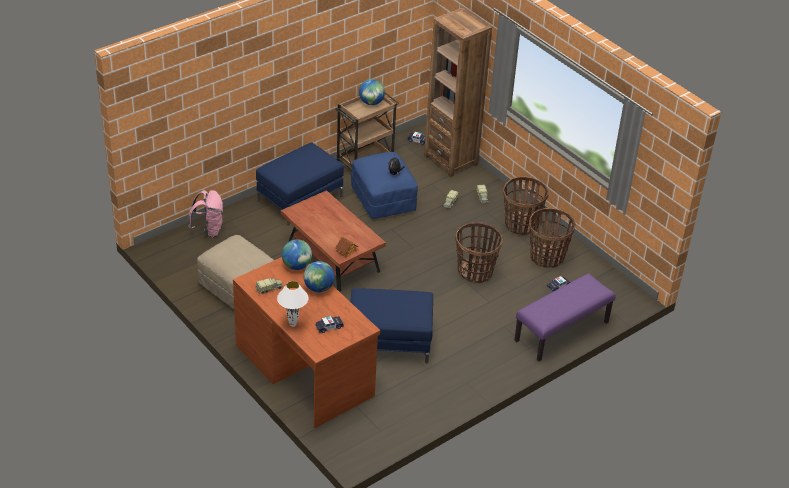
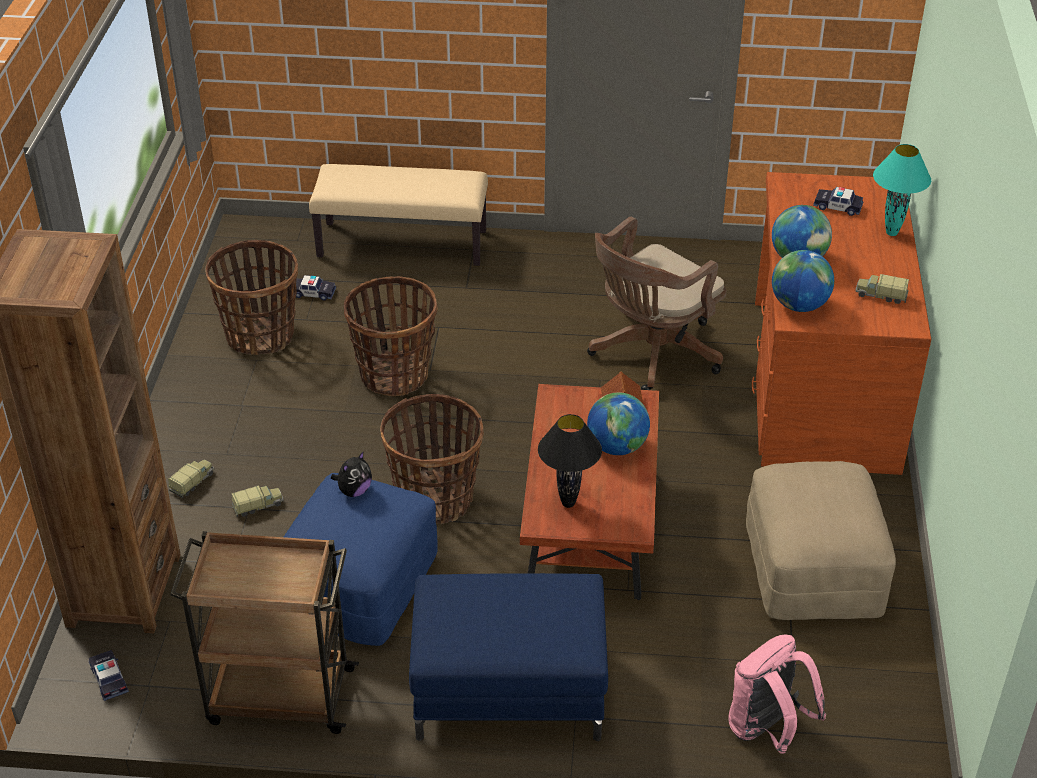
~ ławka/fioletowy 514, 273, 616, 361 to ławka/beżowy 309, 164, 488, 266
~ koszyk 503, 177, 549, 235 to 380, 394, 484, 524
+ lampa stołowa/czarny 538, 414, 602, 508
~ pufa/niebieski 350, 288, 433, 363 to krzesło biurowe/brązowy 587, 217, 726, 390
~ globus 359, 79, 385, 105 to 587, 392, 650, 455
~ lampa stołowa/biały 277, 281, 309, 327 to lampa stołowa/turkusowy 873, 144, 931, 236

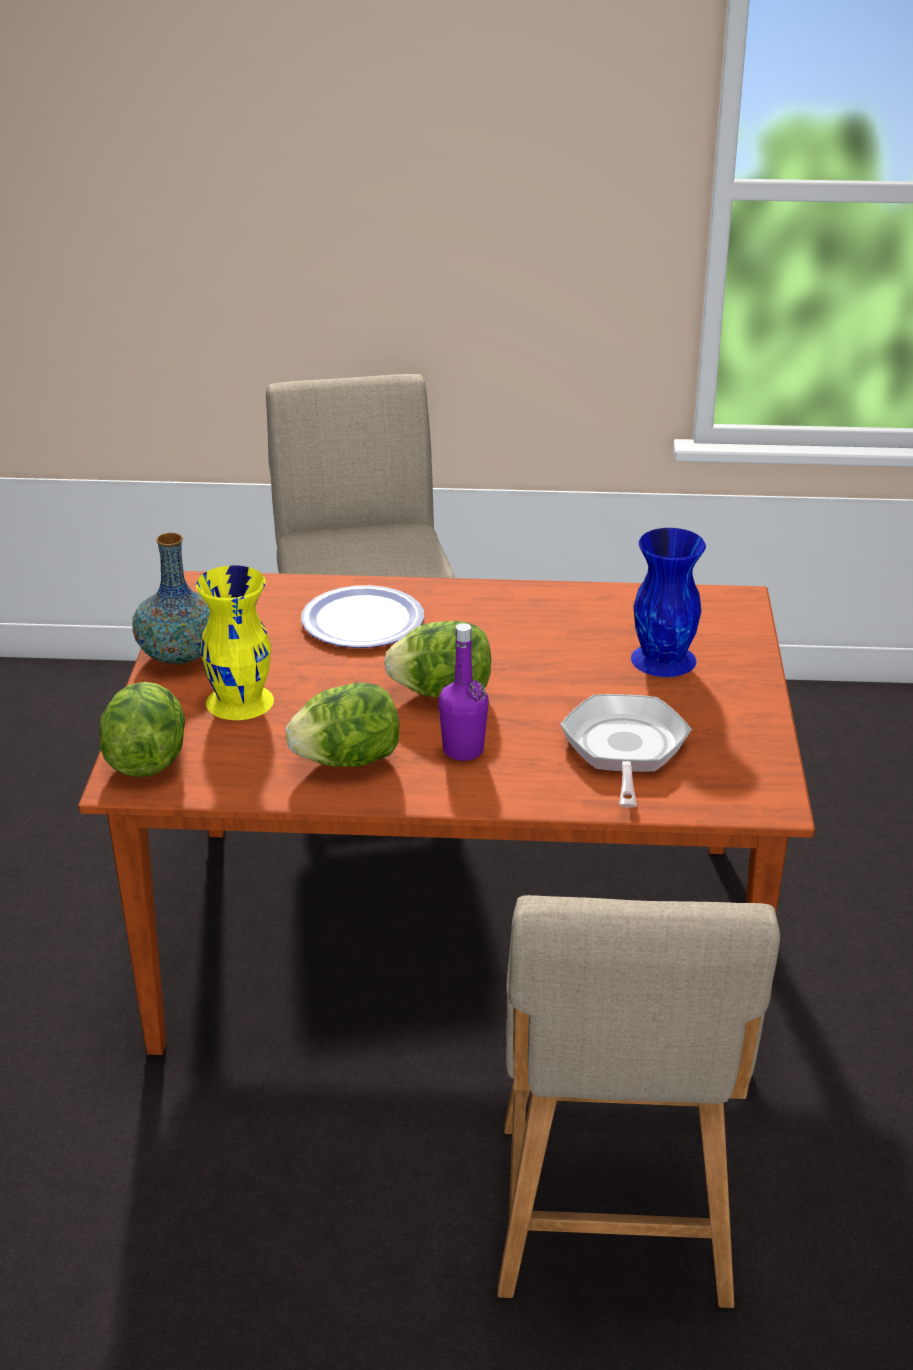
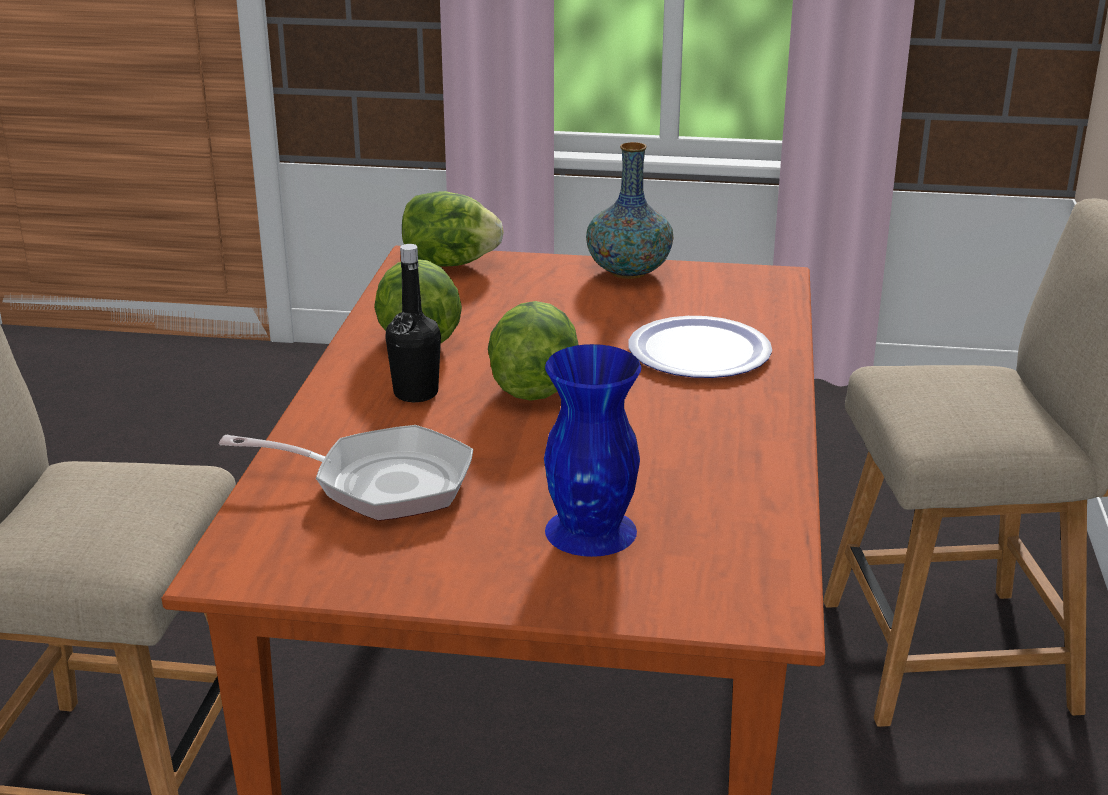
~ butelka/fioletowy 438, 623, 489, 761 to butelka/czarny 385, 244, 441, 402
- wazon/żółty 195, 565, 274, 720

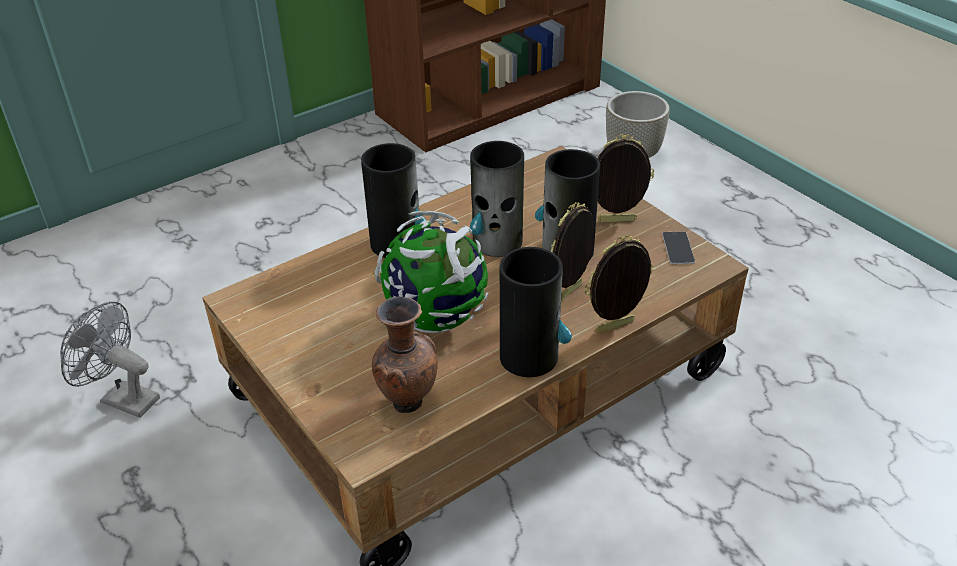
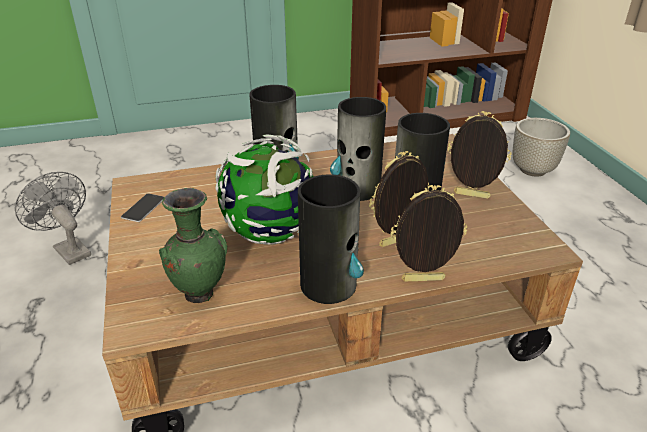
~ telefon 662, 231, 695, 264 to 121, 193, 164, 222
~ wazon/brązowy 372, 297, 438, 413 to wazon/zielony 159, 188, 227, 303

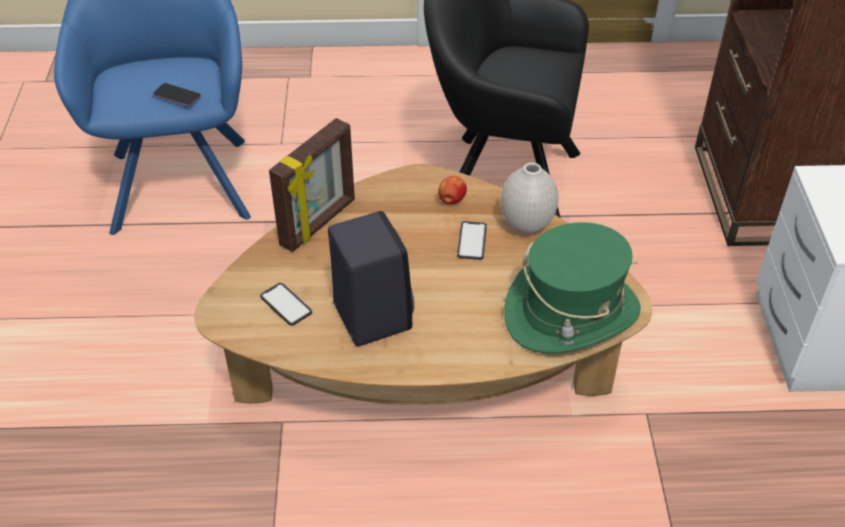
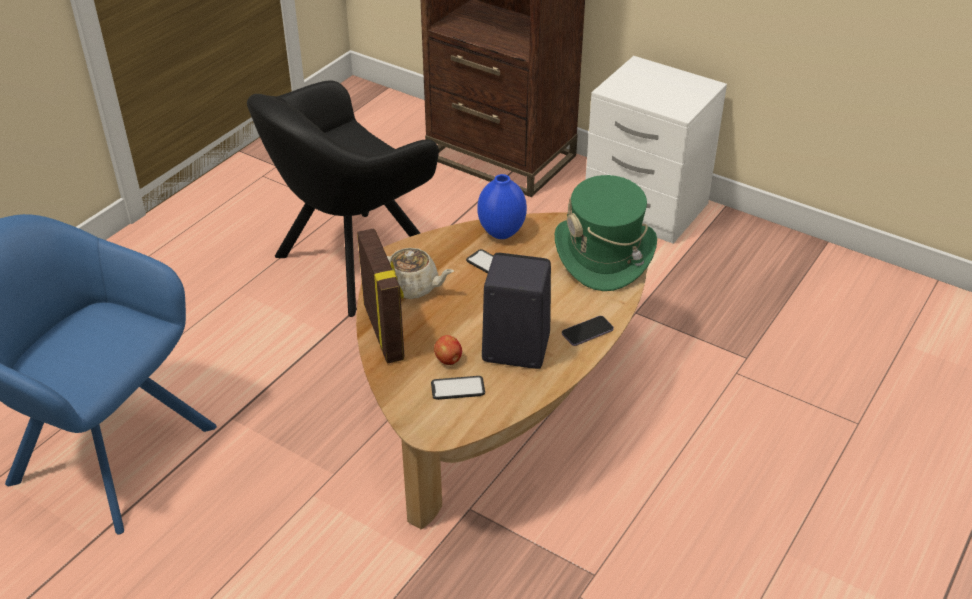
+ imbryk/beżowy 387, 248, 454, 299
~ jabłko 438, 176, 467, 204 to 434, 335, 462, 365
~ wazon/biały 501, 163, 558, 234 to wazon/niebieski 477, 174, 527, 239
~ telefon 153, 83, 201, 107 to 562, 316, 614, 346

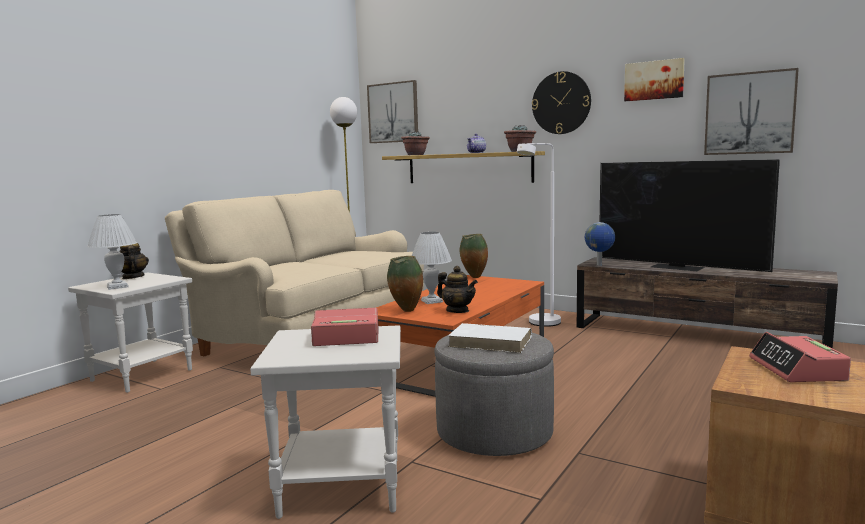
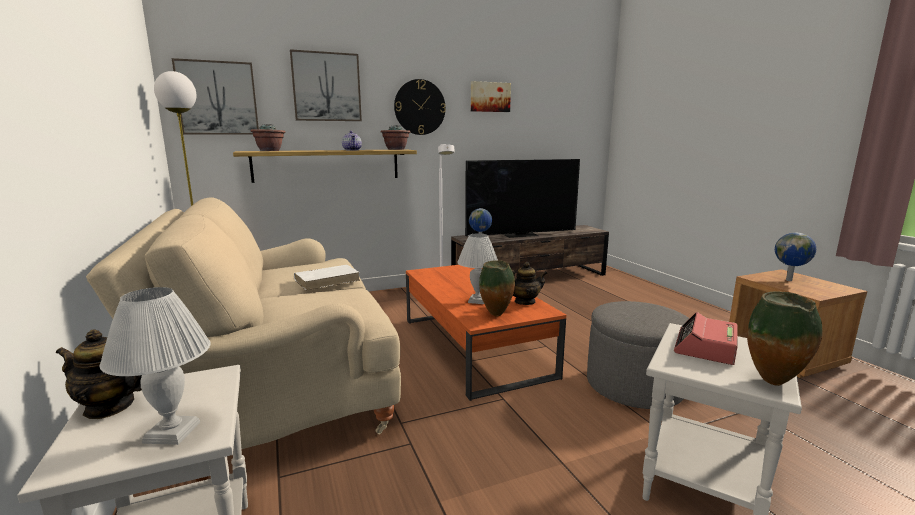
~ obraz 704, 68, 799, 155 to 290, 49, 362, 121
~ książka/biały 448, 323, 532, 353 to 294, 265, 360, 290
~ wazon 459, 234, 488, 278 to 747, 291, 822, 386
~ budzik 749, 332, 851, 382 to globus 775, 233, 816, 281

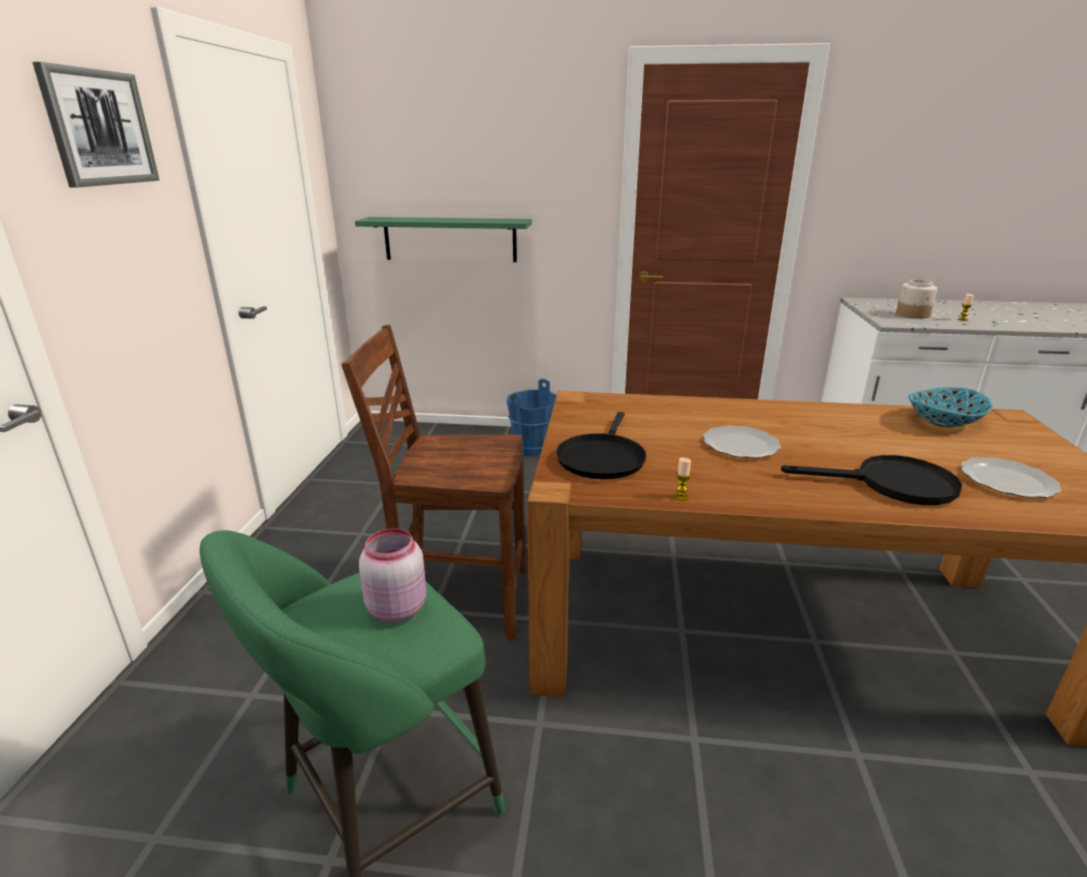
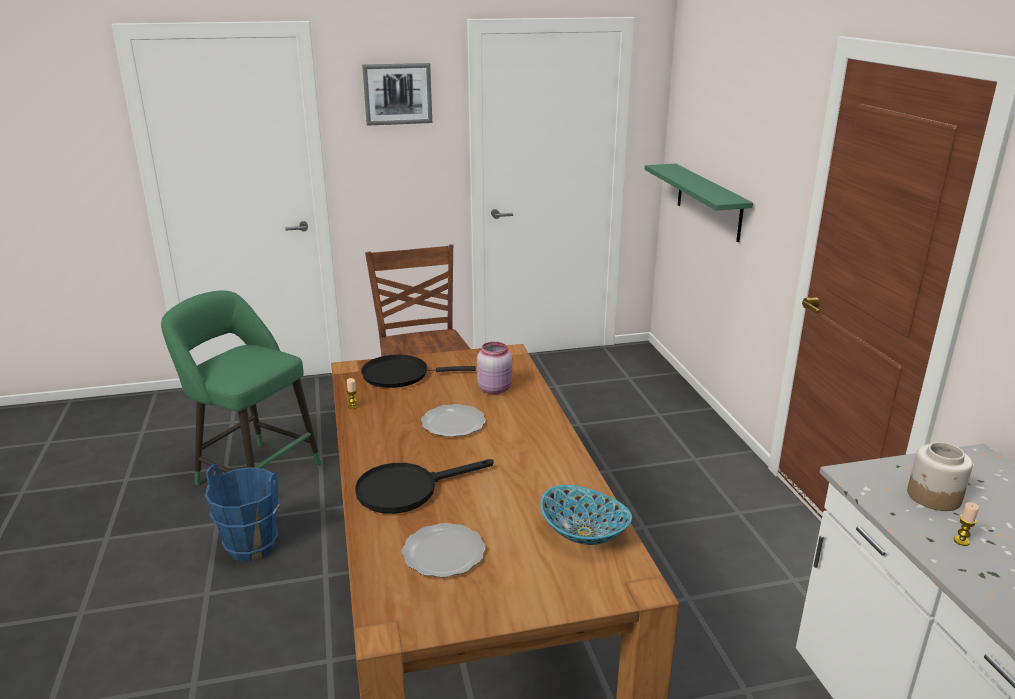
~ wiadro/niebieski 507, 379, 557, 456 to 205, 464, 280, 562
~ patelnia/czarny 781, 455, 962, 505 = 355, 459, 494, 514 75 degrees clockwise
~ słoik/różowy 359, 528, 427, 623 to 477, 342, 512, 394

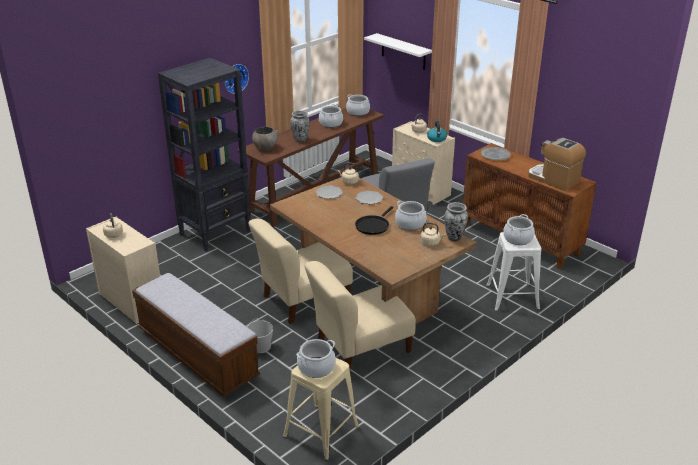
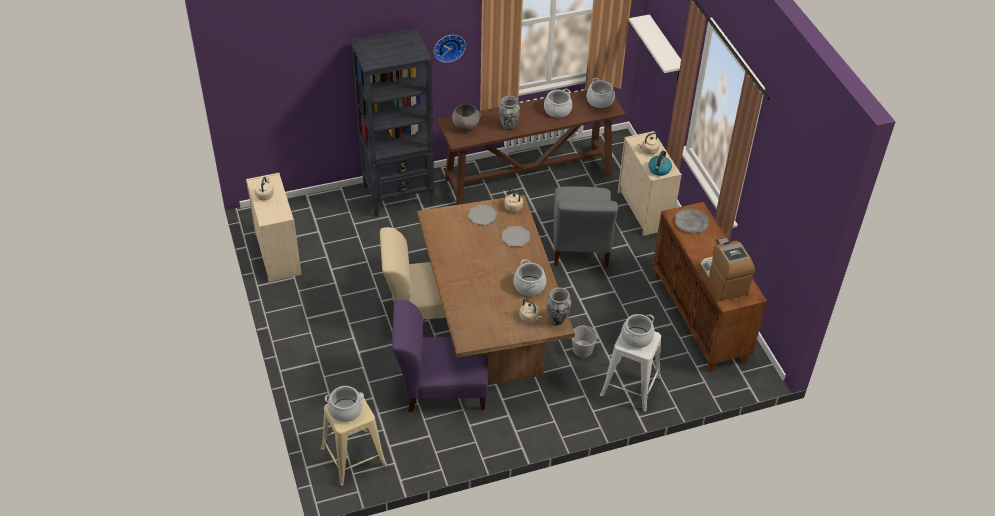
~ krzesło/beżowy 304, 261, 416, 370 to krzesło/fioletowy 392, 300, 488, 412
~ wiadro/biały 246, 318, 273, 353 to 572, 326, 598, 358
- ławka 132, 273, 260, 397
- patelnia/czarny 355, 206, 393, 235

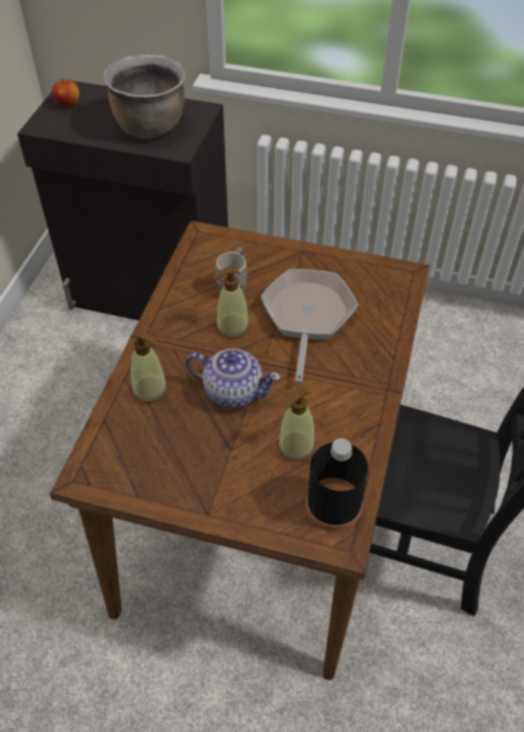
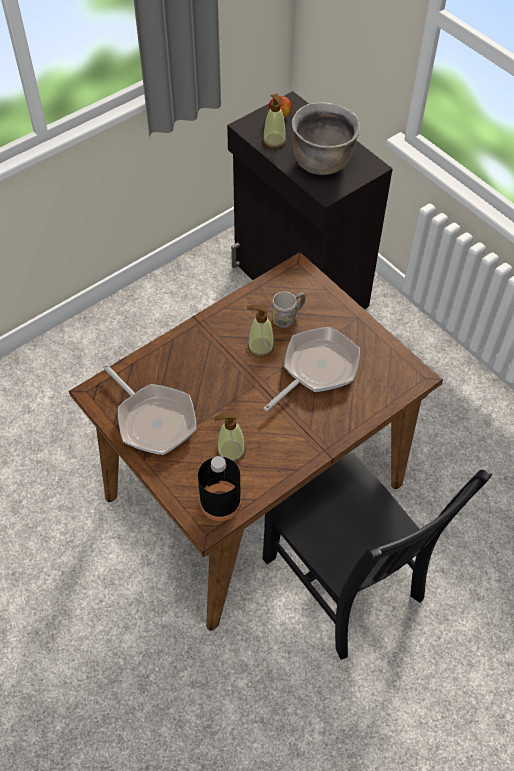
+ patelnia 103, 364, 196, 455
~ dozownik mydła 130, 329, 168, 403 to 263, 94, 286, 148
- imbryk 186, 348, 281, 409

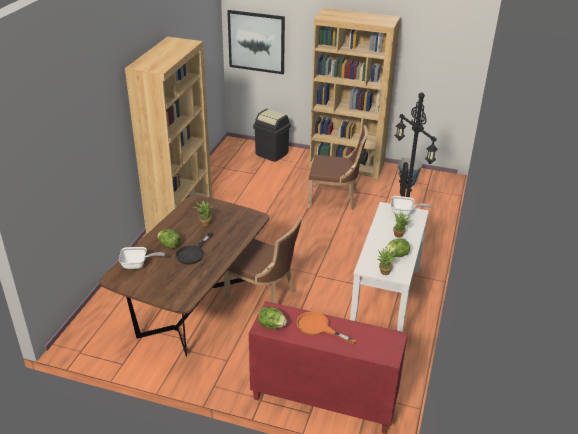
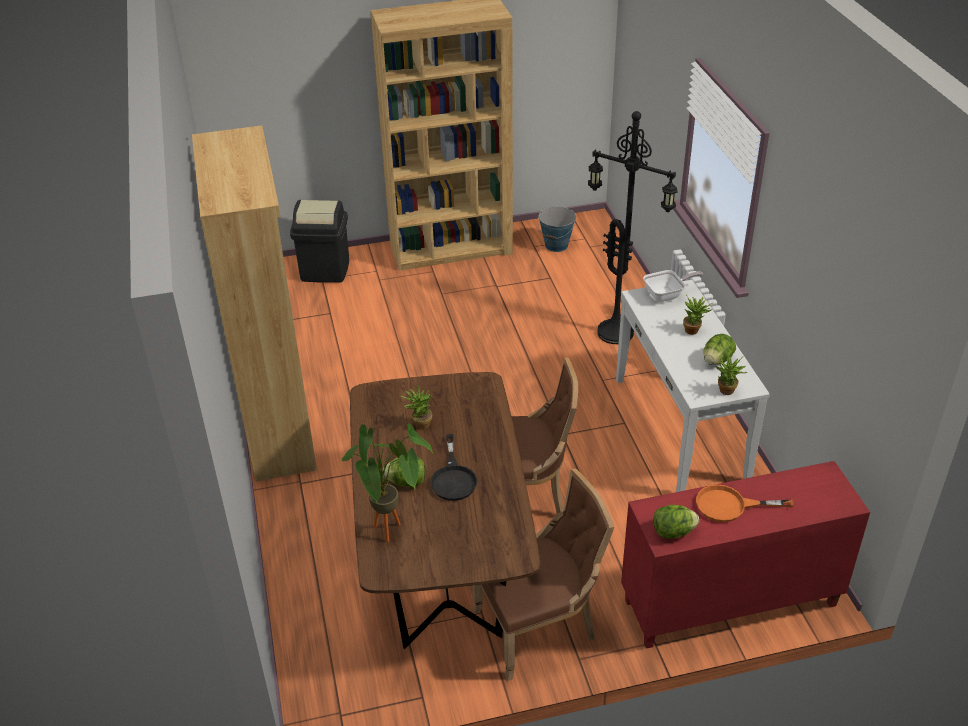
~ patelnia 119, 247, 165, 269 to roślina doniczkowa 341, 423, 433, 542
~ krzesło/brązowy 308, 125, 368, 210 to 472, 468, 614, 681
- obraz 227, 10, 285, 74

